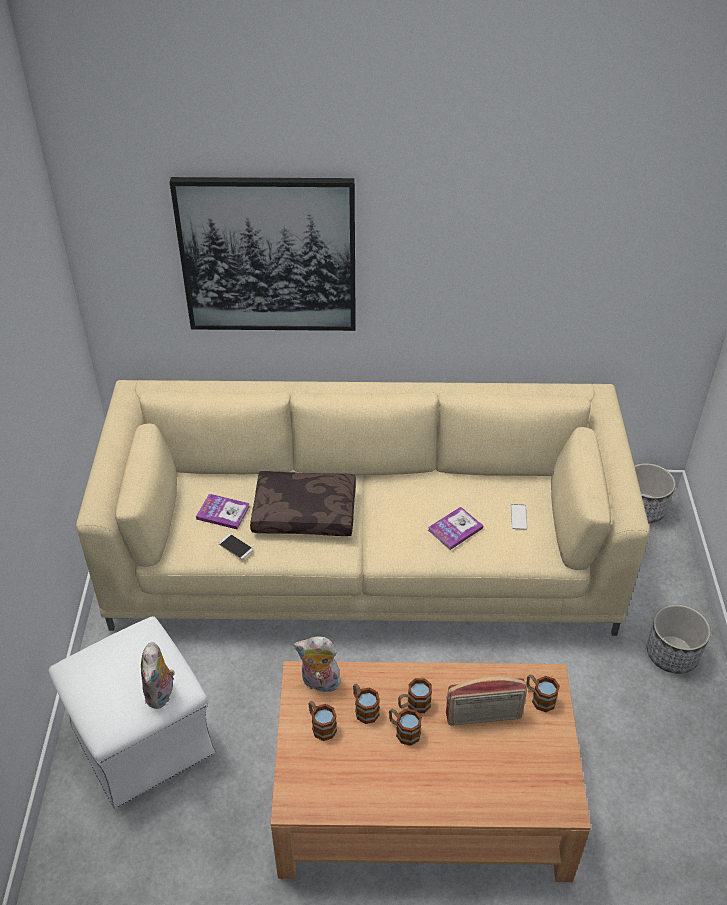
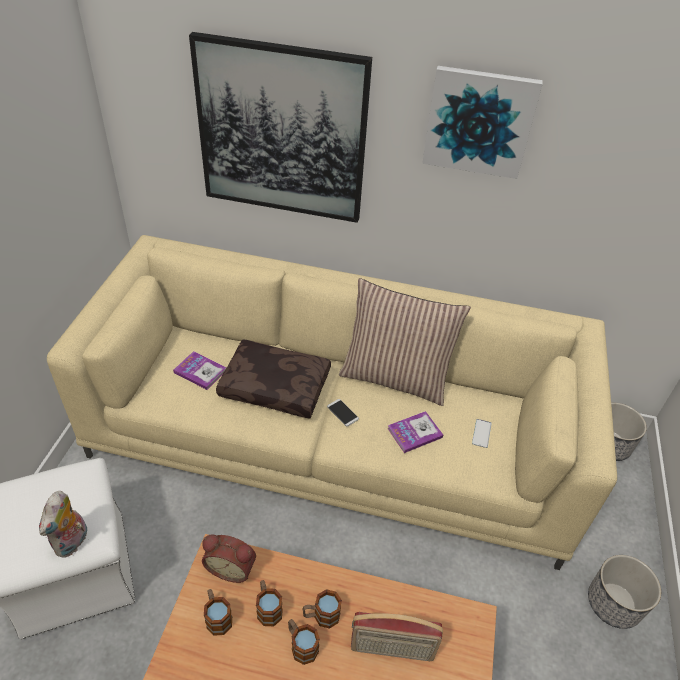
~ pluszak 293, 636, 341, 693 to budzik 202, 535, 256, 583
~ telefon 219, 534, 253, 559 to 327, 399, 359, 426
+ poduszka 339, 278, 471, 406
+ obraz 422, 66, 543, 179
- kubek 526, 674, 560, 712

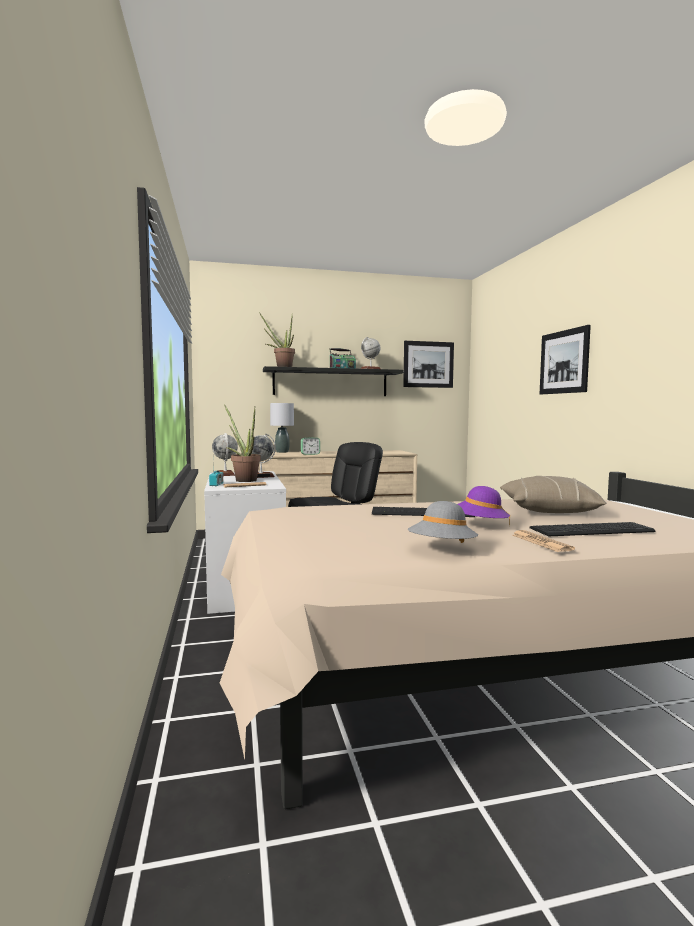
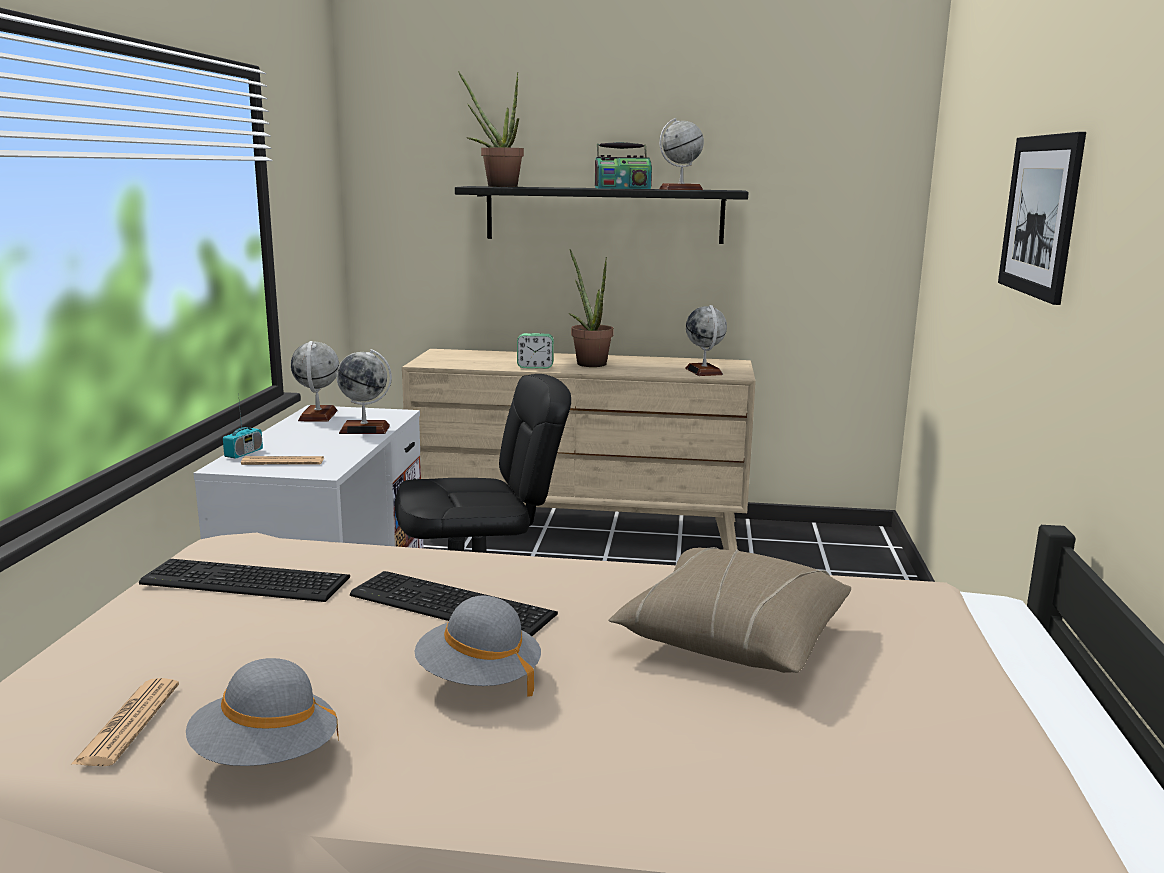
~ gazeta 512, 530, 575, 552 to 70, 678, 179, 766
~ klawiatura 529, 522, 656, 536 to 139, 559, 350, 602
~ kapelusz/fioletowy 458, 486, 510, 525 to kapelusz/szary 414, 596, 541, 697
~ roślina doniczkowa 224, 404, 261, 482 to 568, 249, 614, 367
+ globus 685, 305, 727, 376
- lampa stołowa/szary 270, 403, 294, 453
- obraz 403, 341, 454, 388

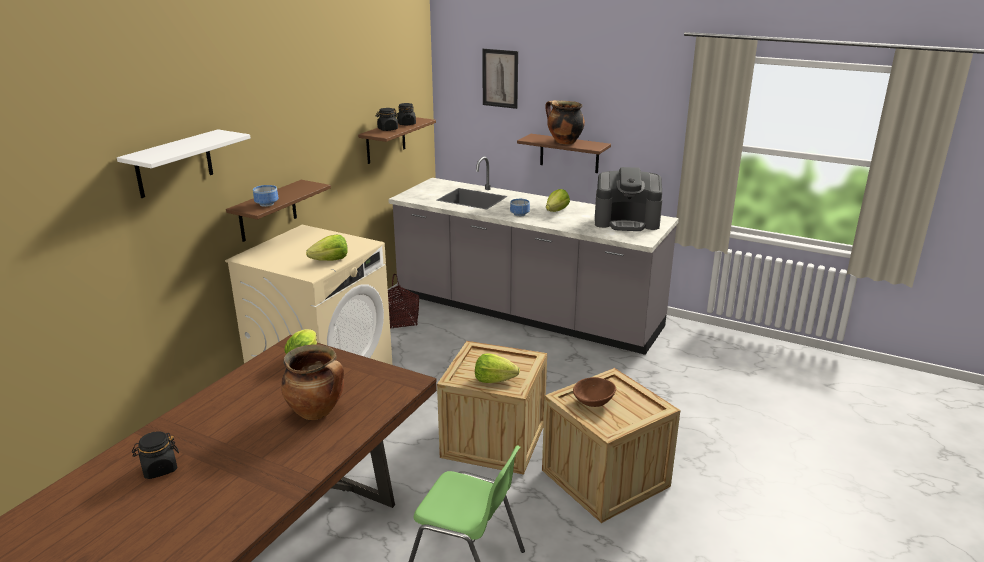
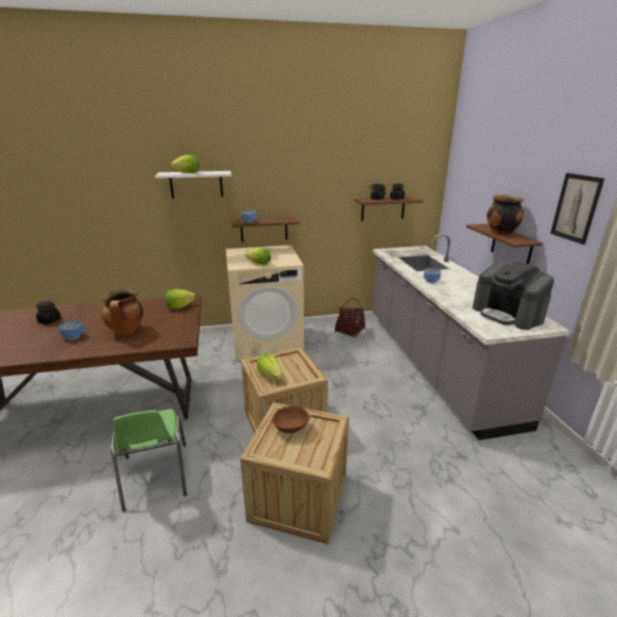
+ miska 59, 320, 84, 340
~ sałata 546, 189, 570, 212 to 171, 155, 199, 173
~ obraz 482, 49, 518, 109 to 550, 173, 605, 245

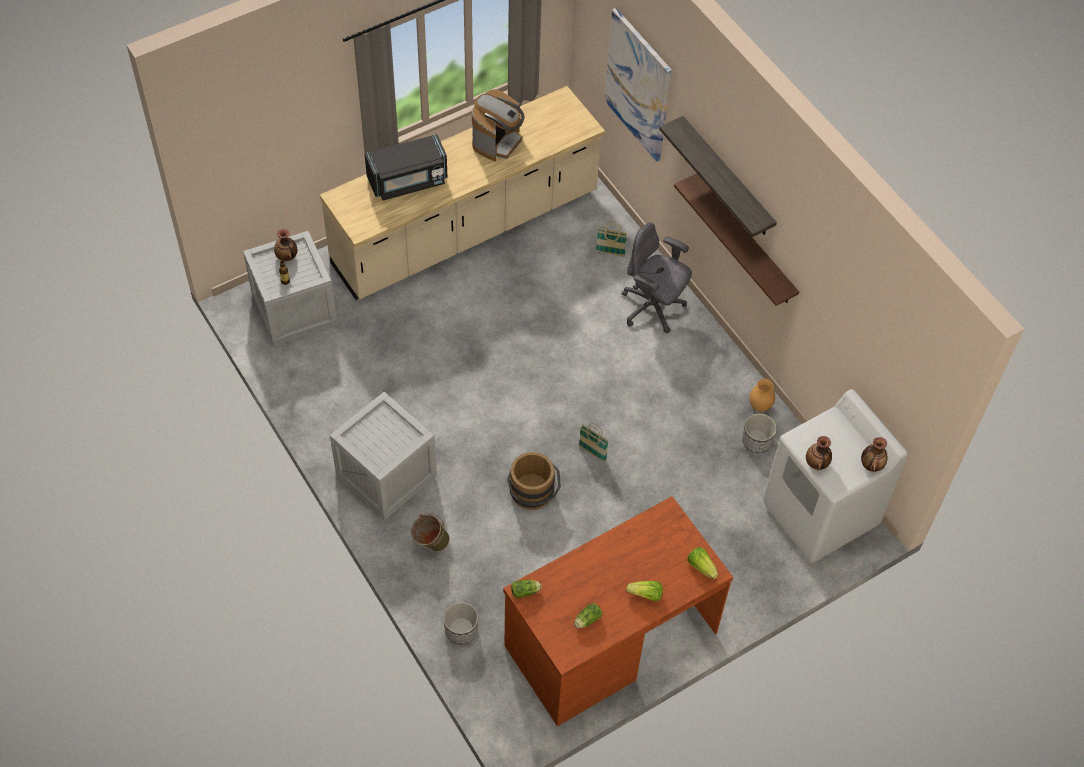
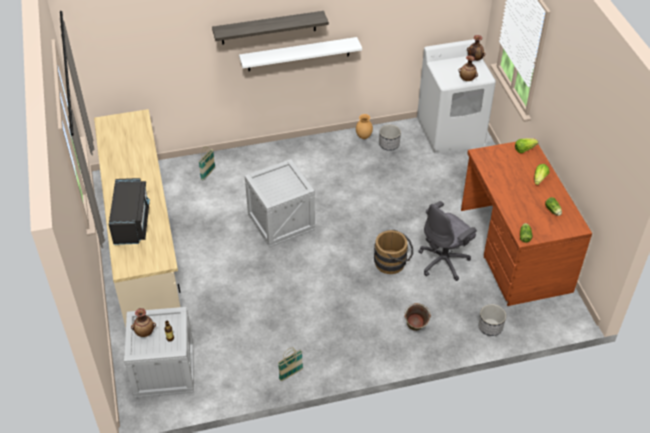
~ półka/brązowy 674, 173, 799, 306 to półka/biały 239, 37, 362, 71
~ skrzynka 330, 392, 437, 520 to 245, 159, 315, 248
~ koszyk 578, 423, 609, 462 to 278, 347, 303, 381
~ krzesło biurowe/szary 622, 222, 692, 333 to 418, 201, 477, 281
- ekspres do kawy 472, 89, 524, 161
- obraz 605, 8, 672, 162

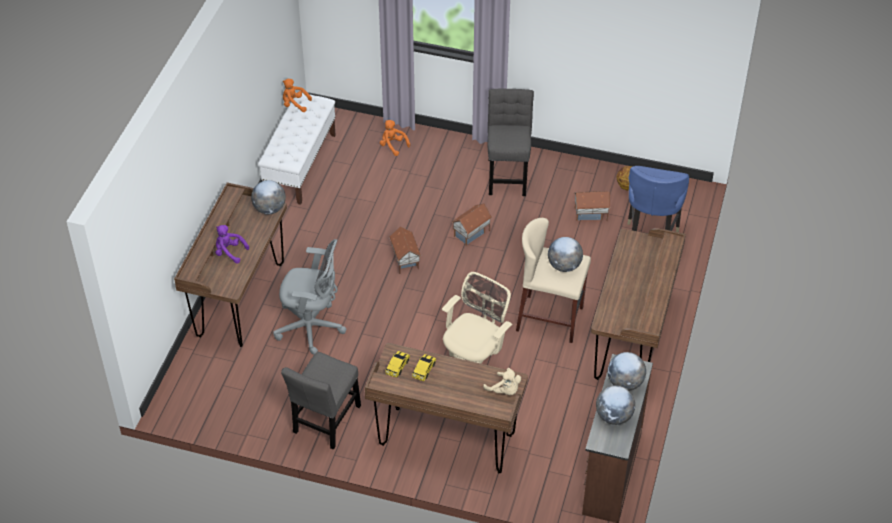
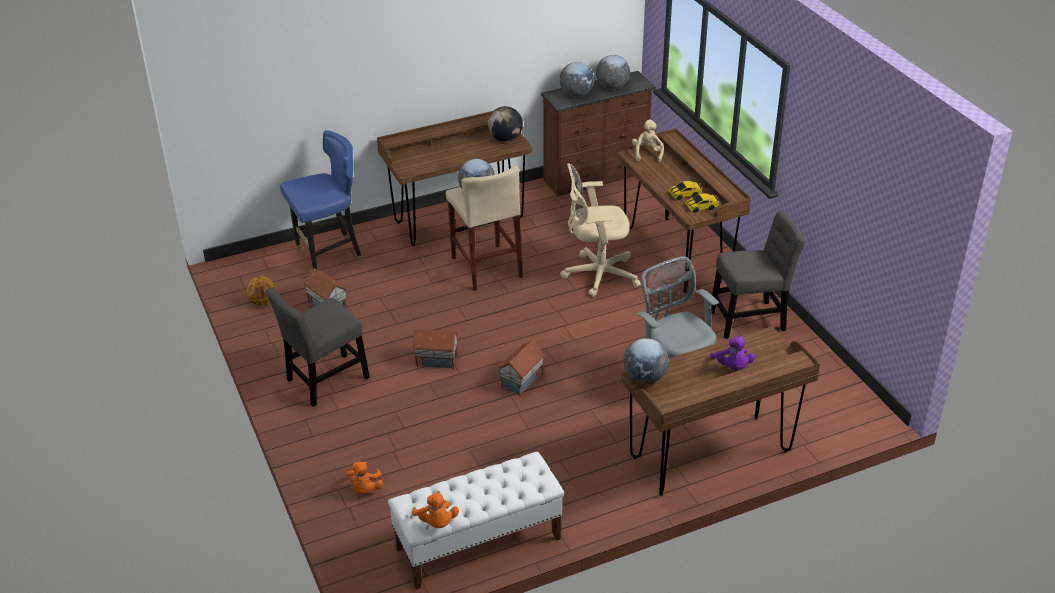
+ globus 488, 106, 523, 142

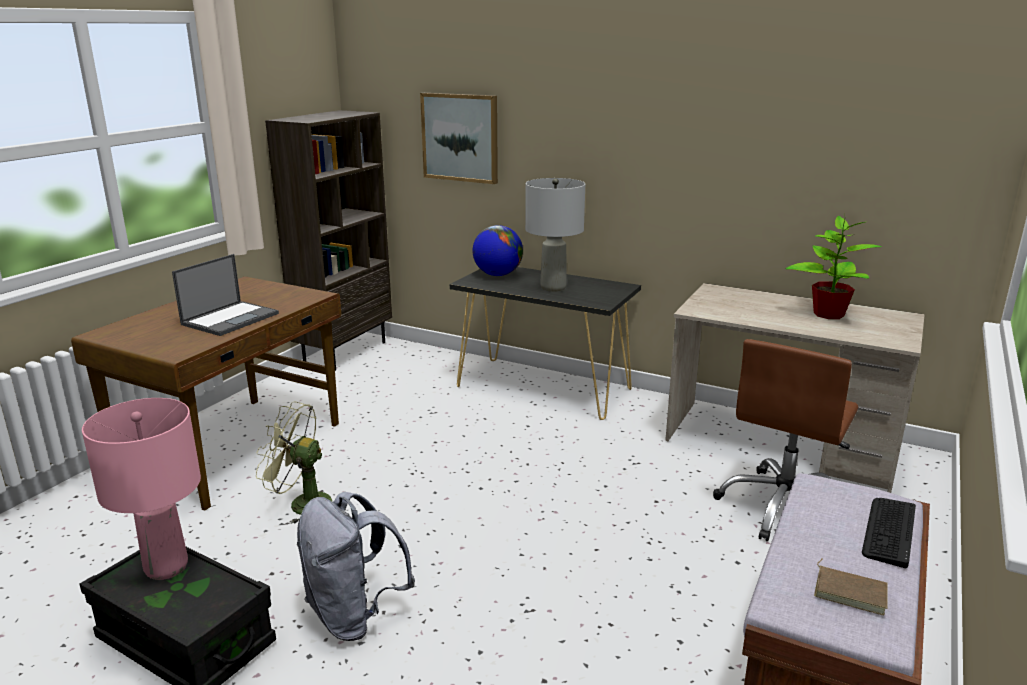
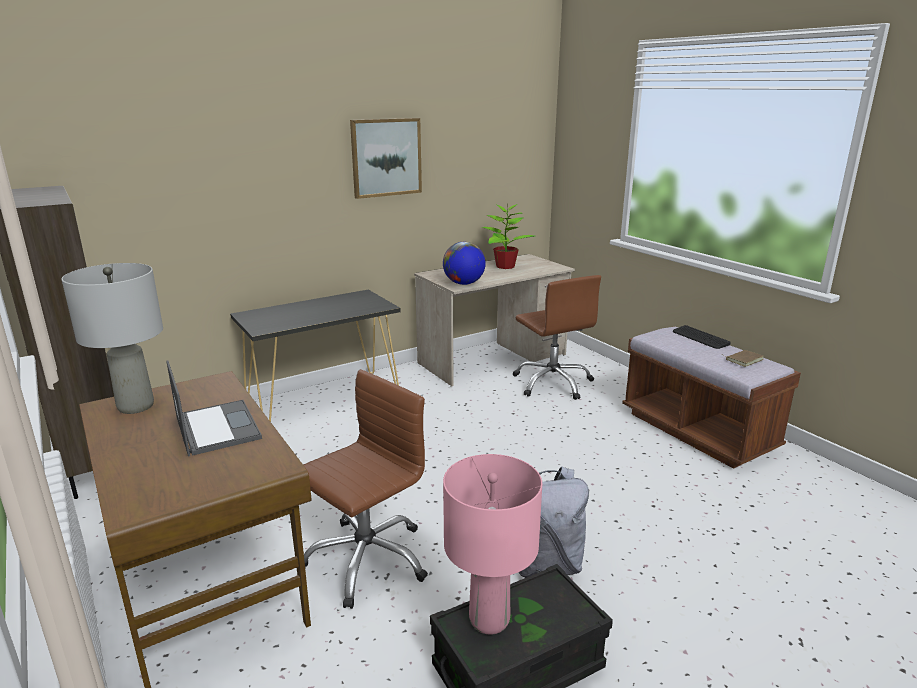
~ lampa stołowa/szary 525, 178, 585, 292 to 61, 263, 163, 414
~ wentylator/zielony 256, 401, 332, 524 to krzesło biurowe/brązowy 303, 369, 428, 609
~ obraz 420, 93, 498, 184 to 350, 118, 422, 199
~ globus 473, 225, 523, 276 to 443, 242, 486, 285

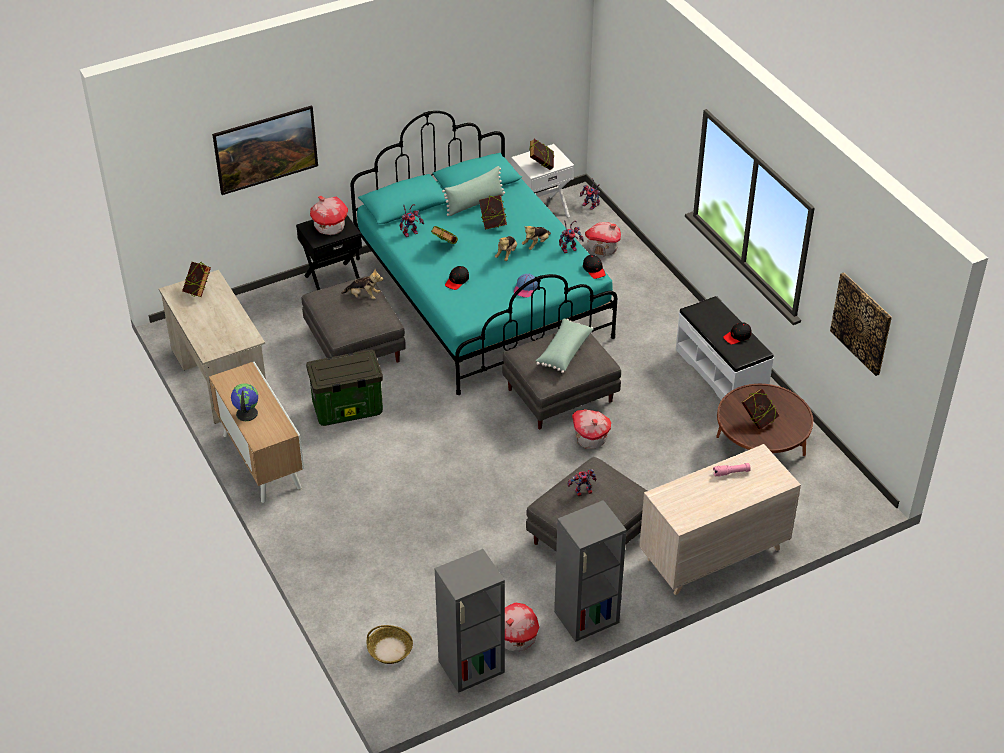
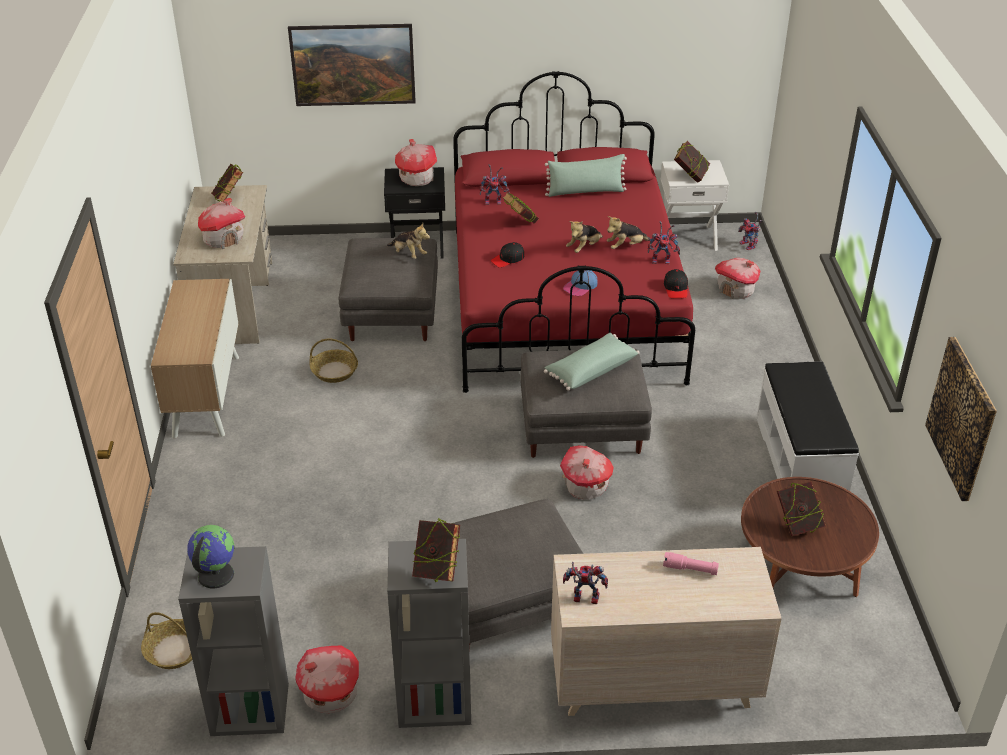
~ globus 231, 383, 258, 421 to 187, 525, 235, 588
+ domek 198, 198, 245, 249
~ pojemnik do przechowywania 306, 350, 383, 426 to koszyk 309, 338, 358, 383
~ książka 479, 195, 507, 229 to 412, 518, 460, 583
~ łóżko/turkusowy 350, 111, 617, 395 to łóżko/czerwony 453, 71, 695, 393
~ robot zabawkowy 567, 469, 596, 496 to 563, 562, 608, 604
- czapka z daszkiem/czarny 723, 322, 751, 344

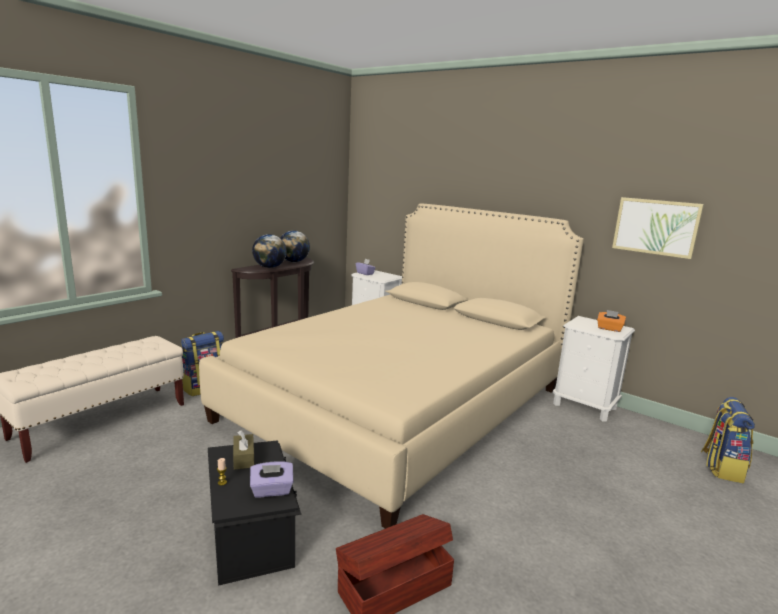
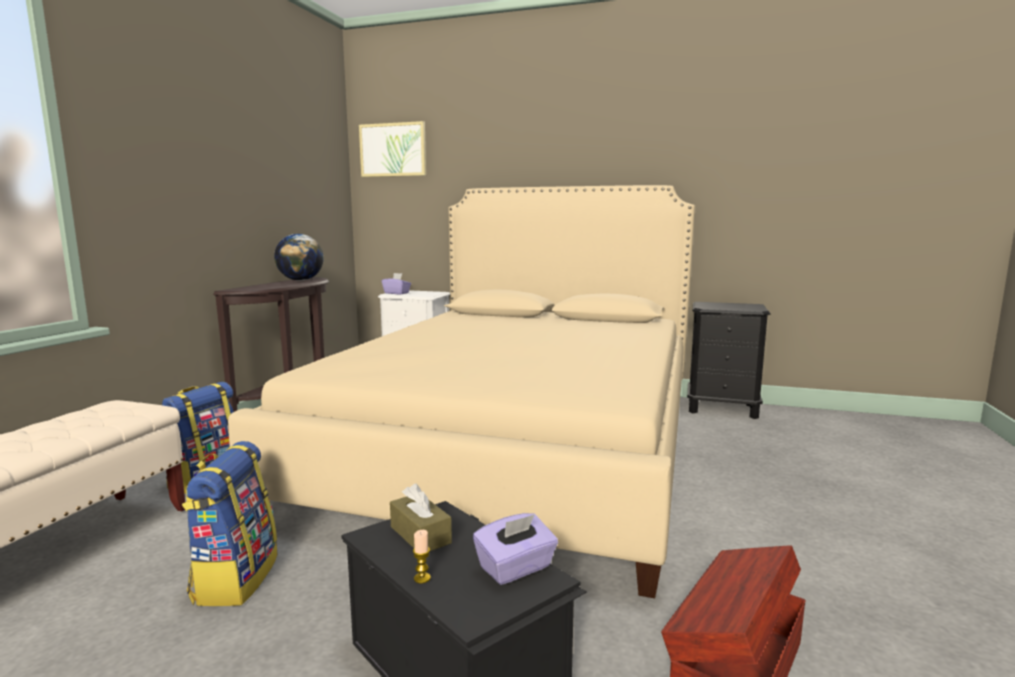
~ plecak 701, 397, 755, 483 to 182, 441, 278, 606
~ obraz 612, 197, 704, 259 to 359, 121, 426, 177
~ szafka nocna/biały 553, 316, 635, 422 to szafka nocna/czarny 687, 302, 771, 419
- globus 252, 234, 287, 268
- pudełko chusteczek/pomarańczowy 597, 310, 626, 332

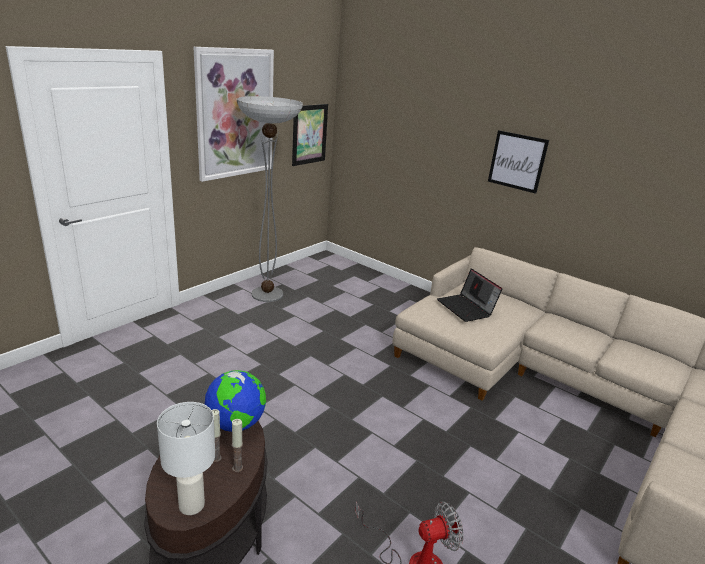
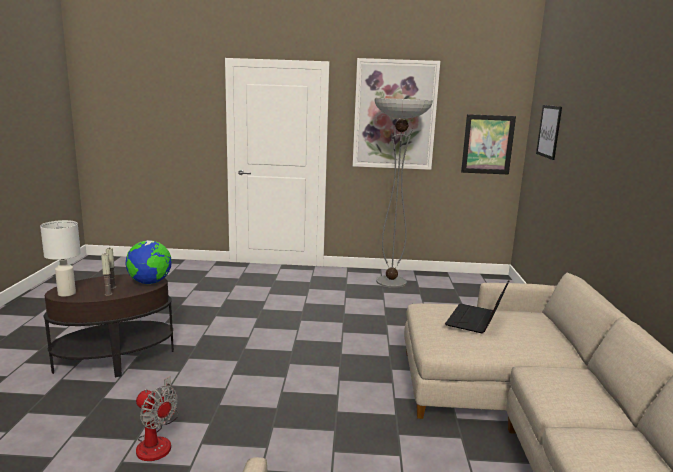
~ obraz 488, 130, 549, 194 to 536, 105, 562, 160

